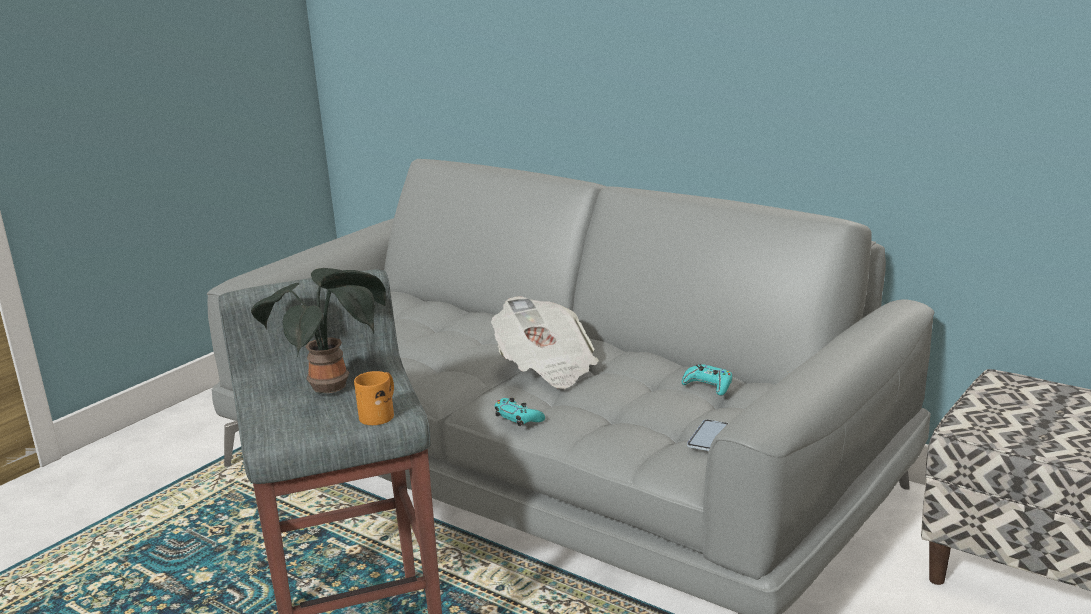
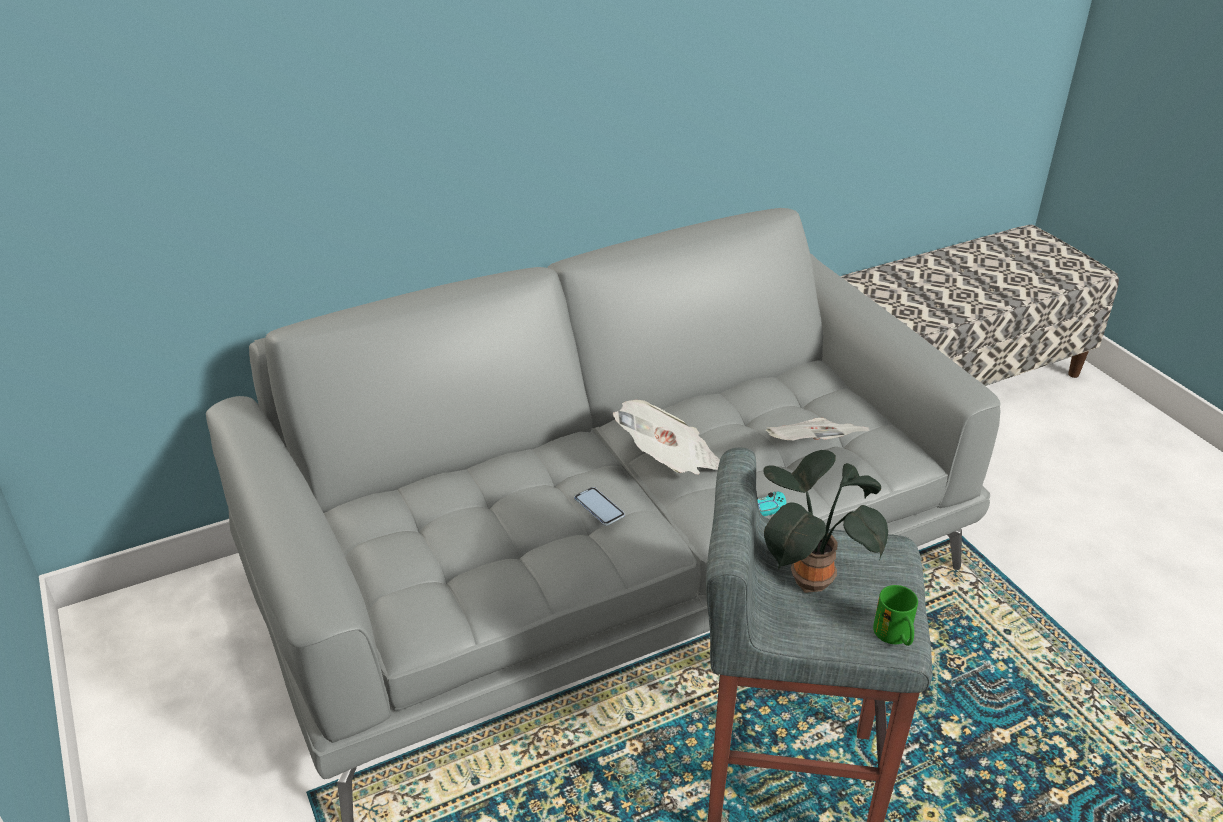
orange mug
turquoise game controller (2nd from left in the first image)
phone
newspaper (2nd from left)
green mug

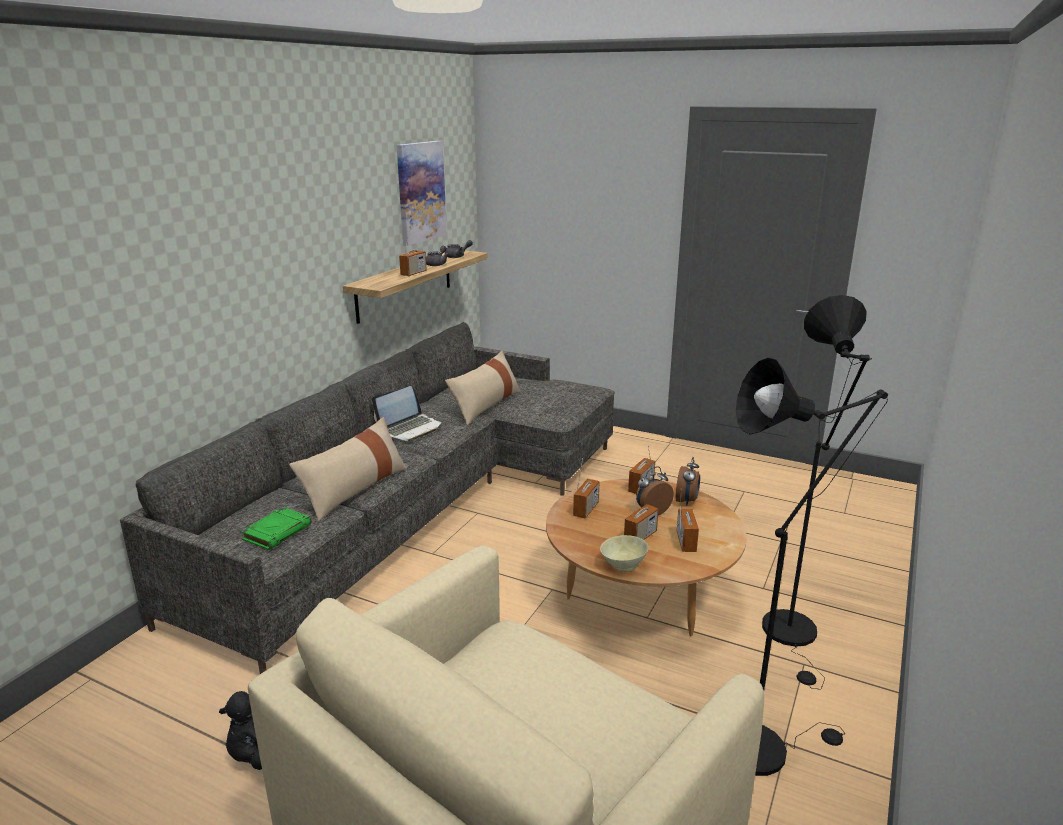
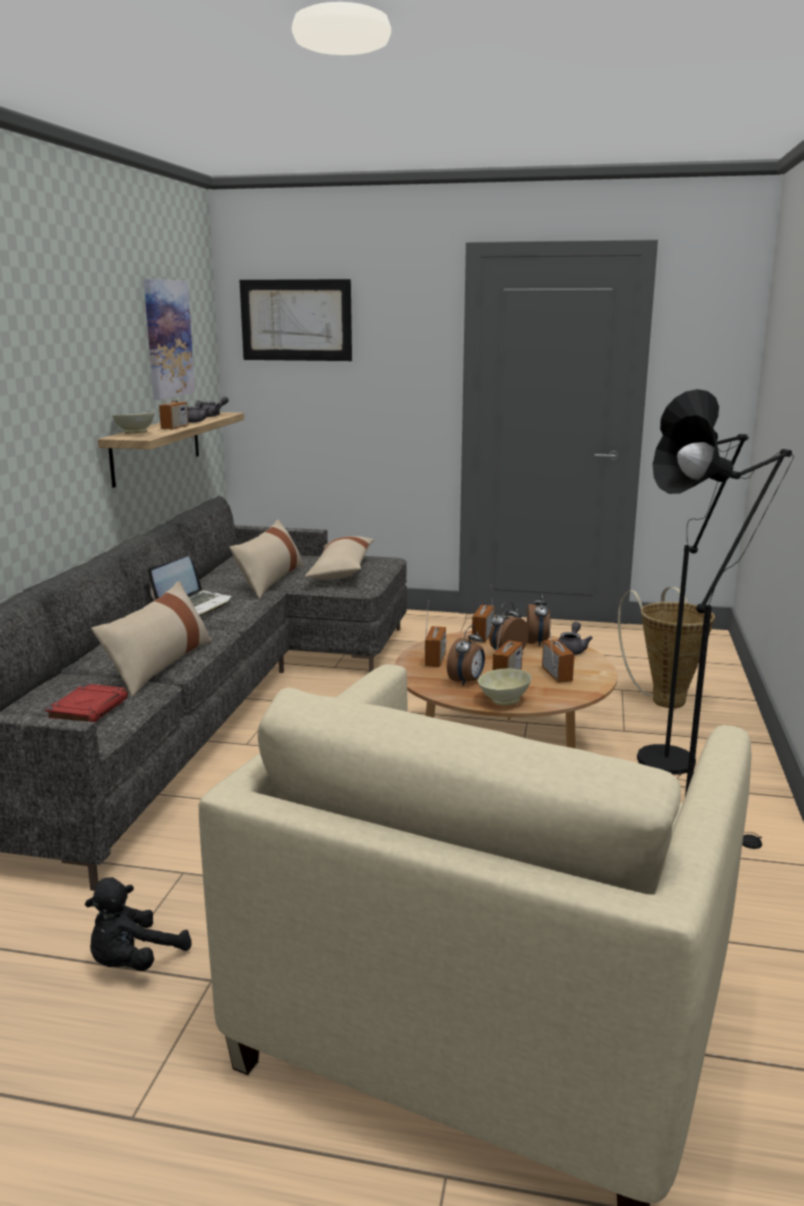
red book
beige bowl (1st from left)
picture (2nd from left)
beige pillow (3rd from left)
alarm clock (1st from left)
grey teapot (3rd from left)
basket

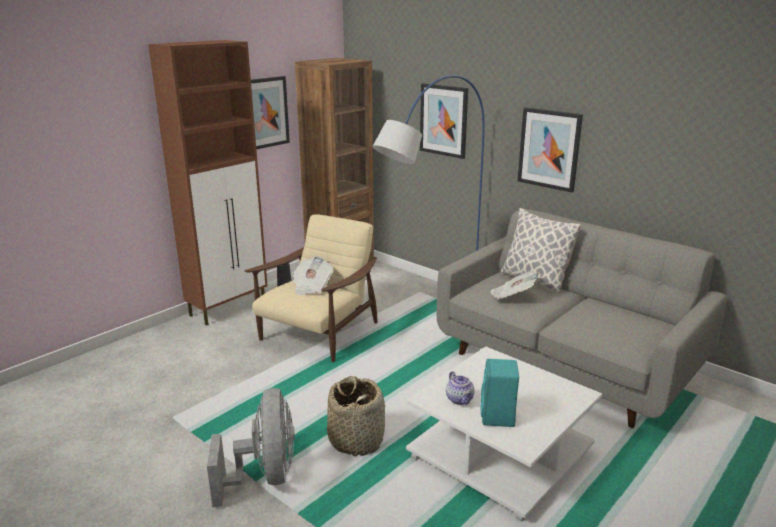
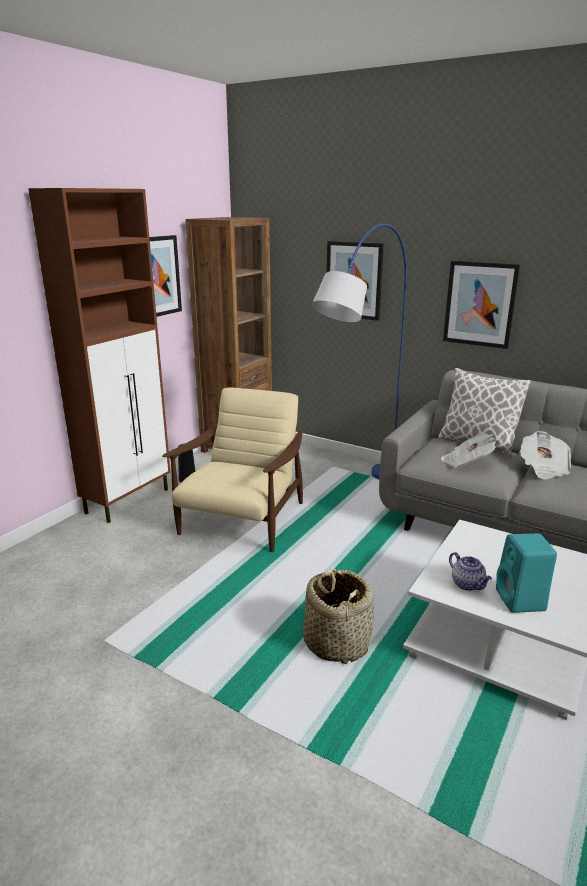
grey fan
newspaper (2nd from left)

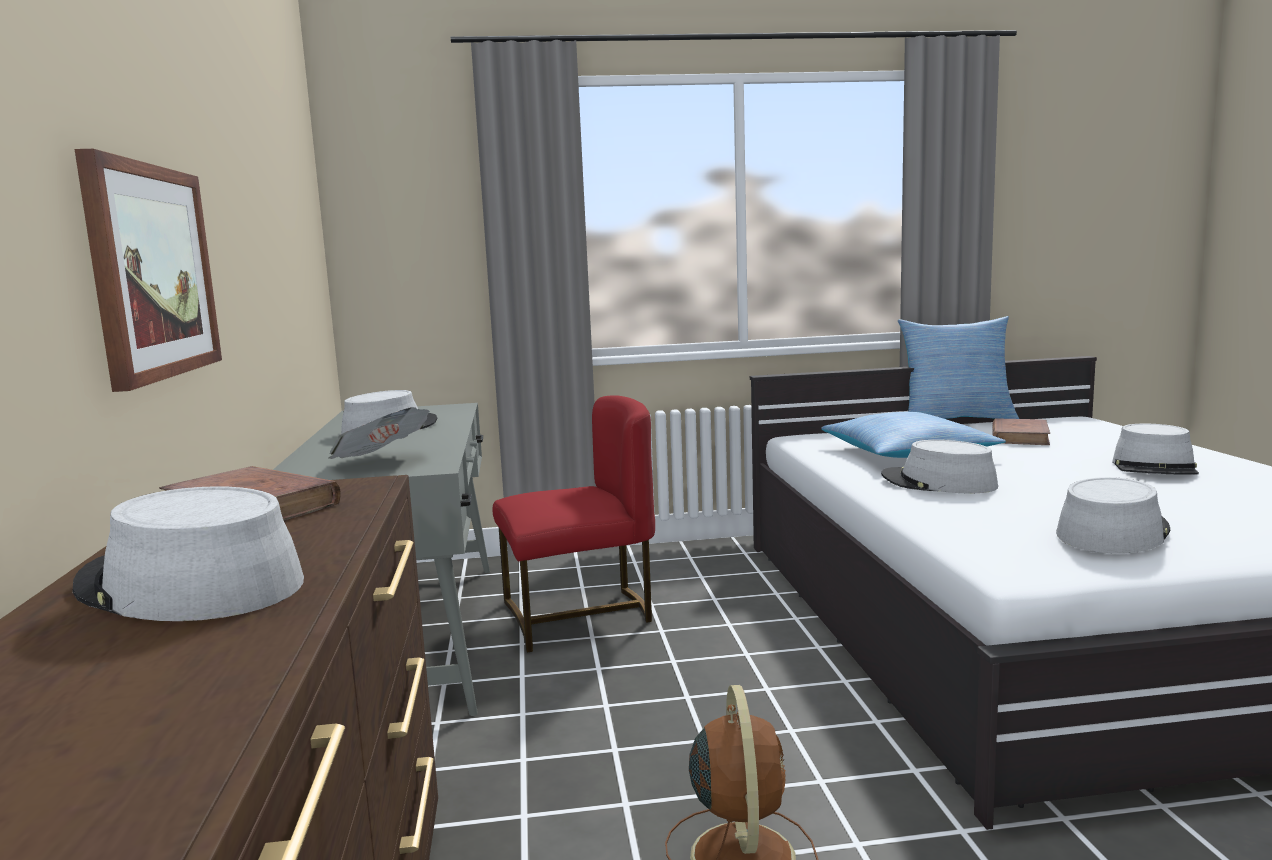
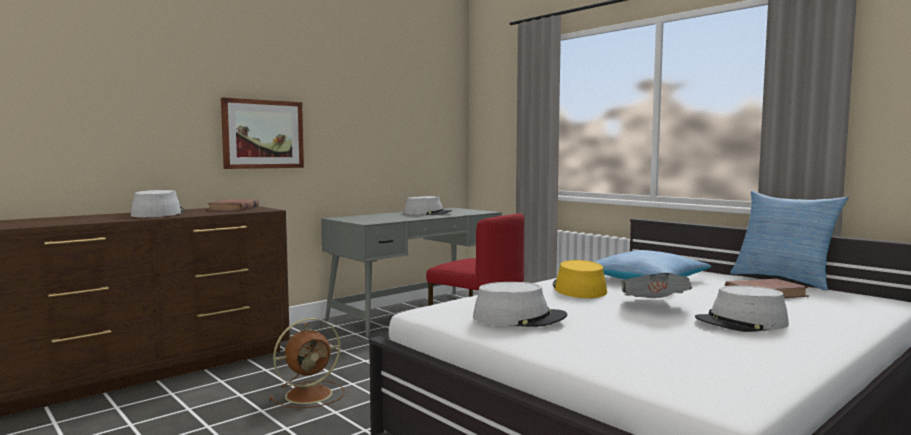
newspaper
yellow hat

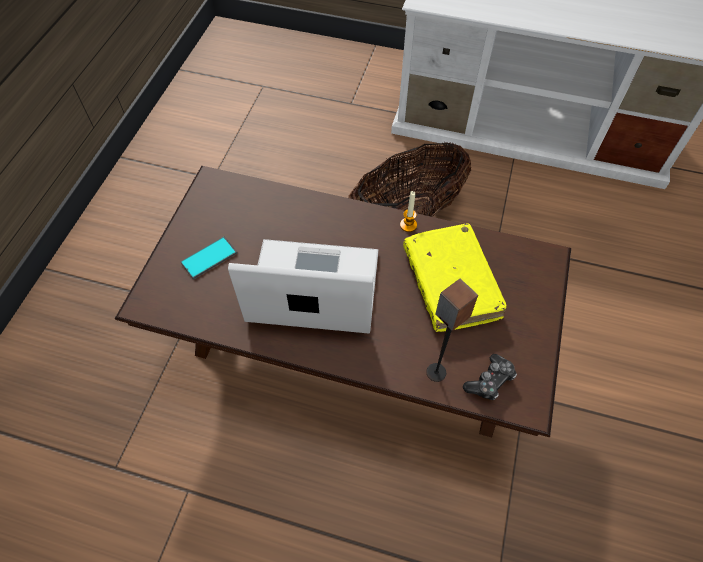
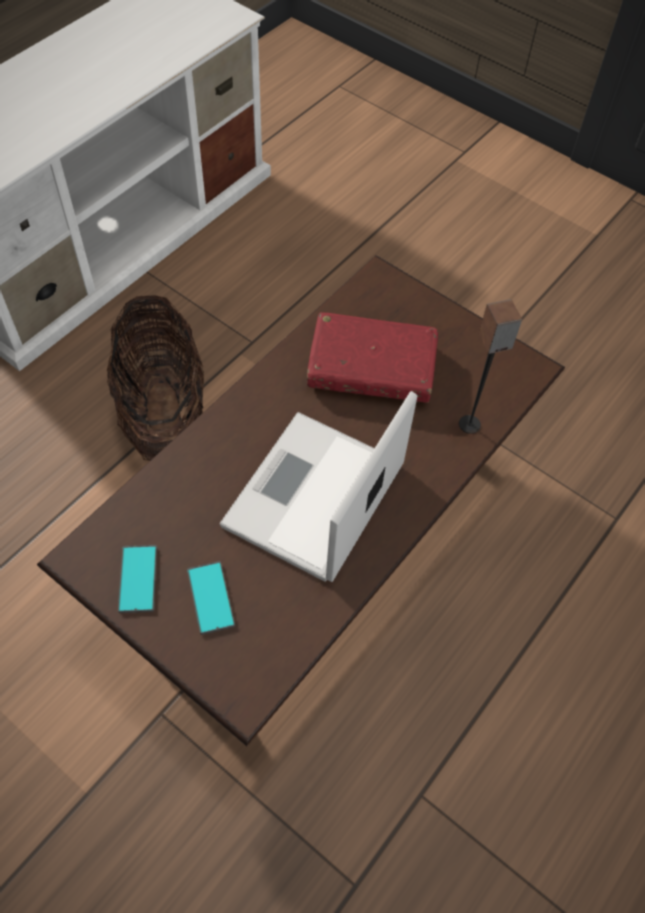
candle
red book
game controller
phone (1st from left)

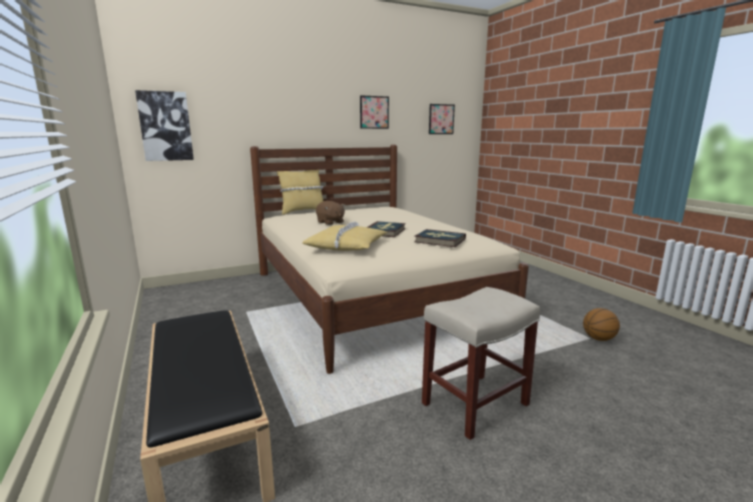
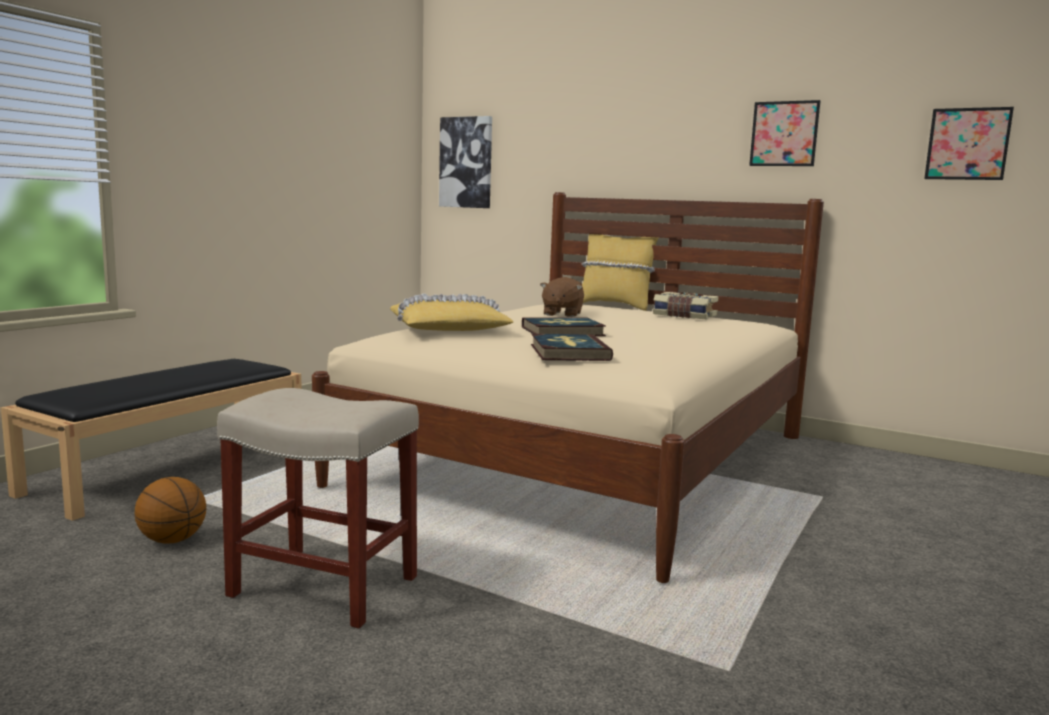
basketball
book (3rd from left)

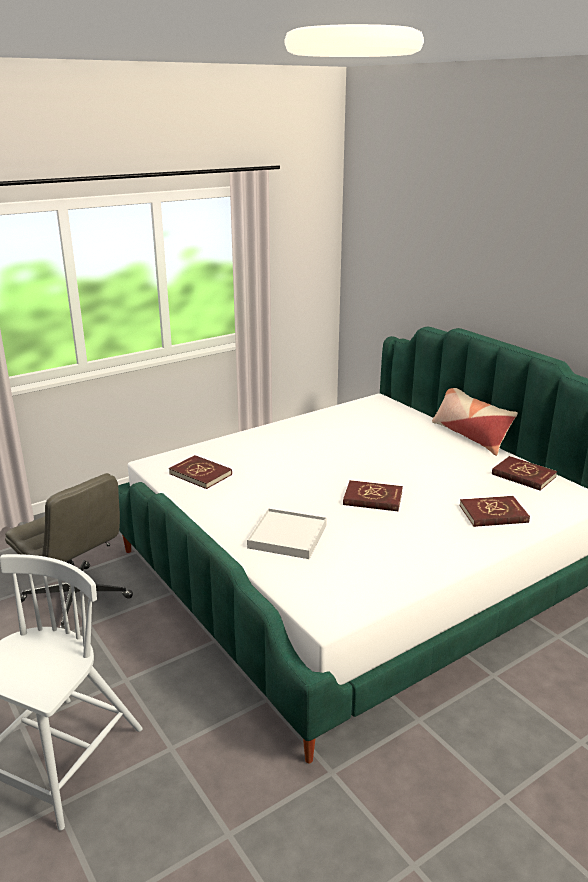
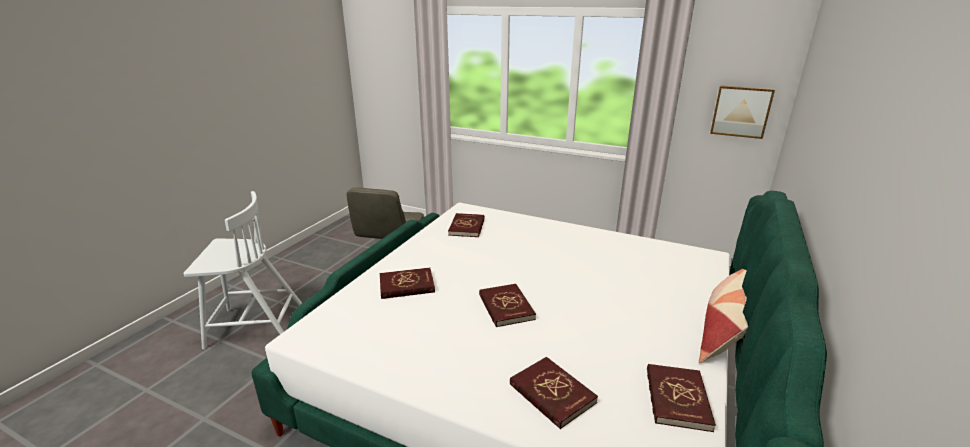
red book (1st from left)
picture

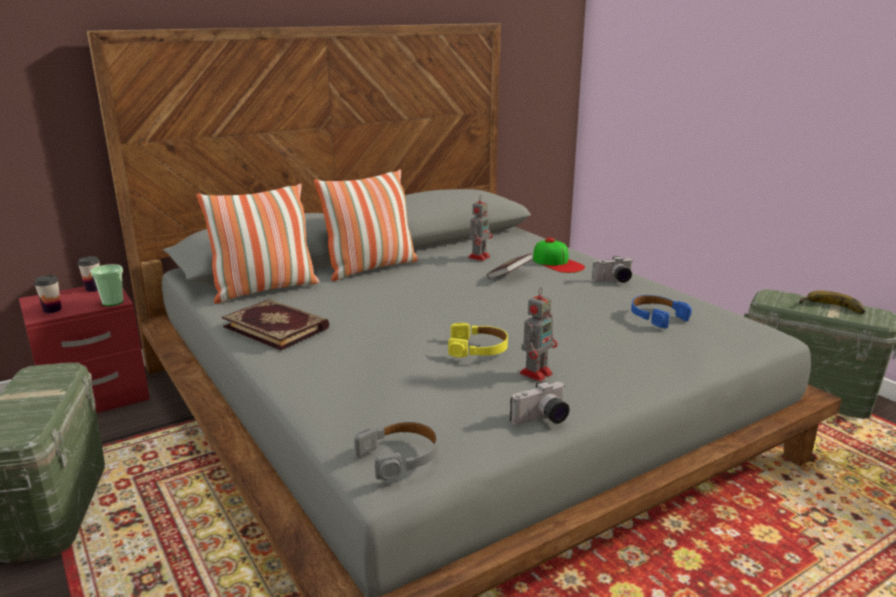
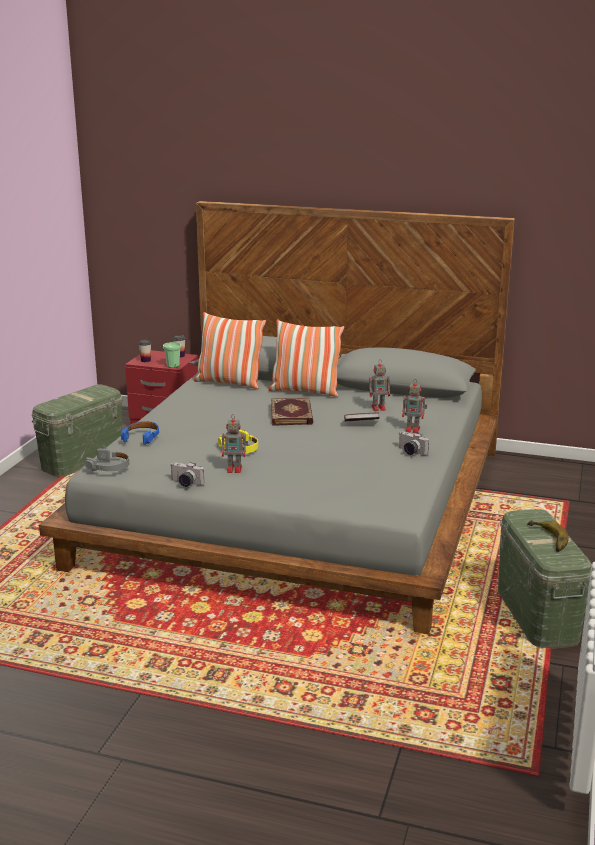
book (1st from left)
toy robot (3rd from left)
blue headphones

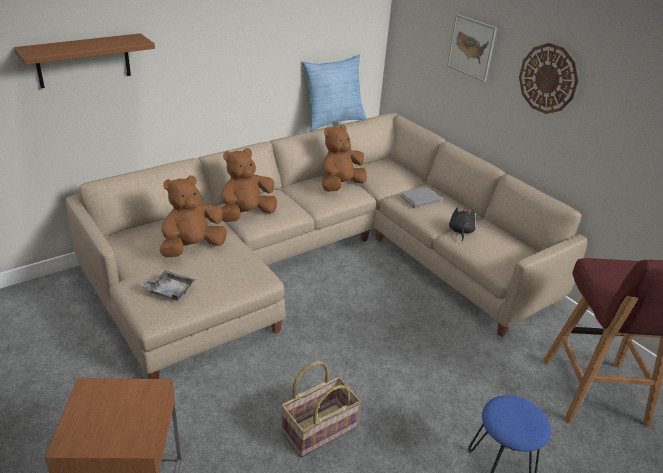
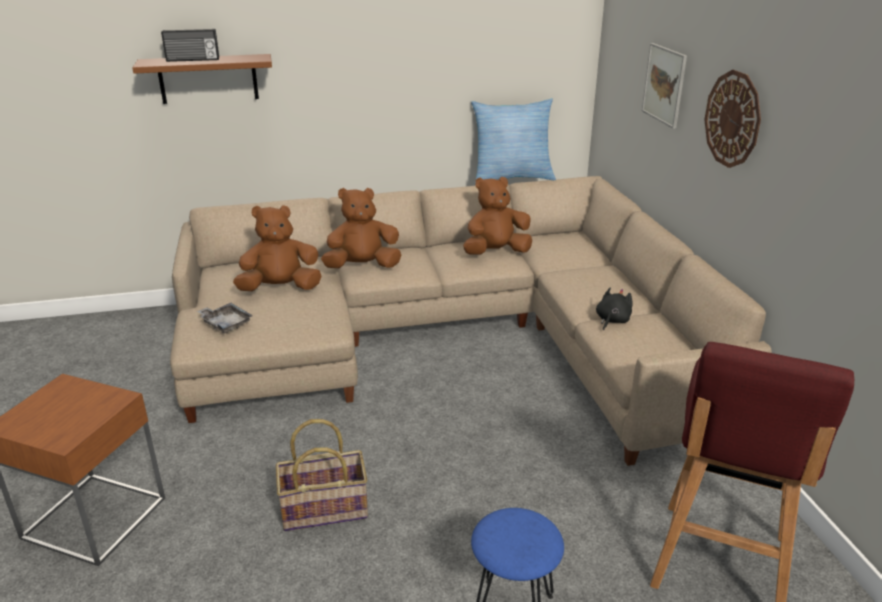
grey book
radio

